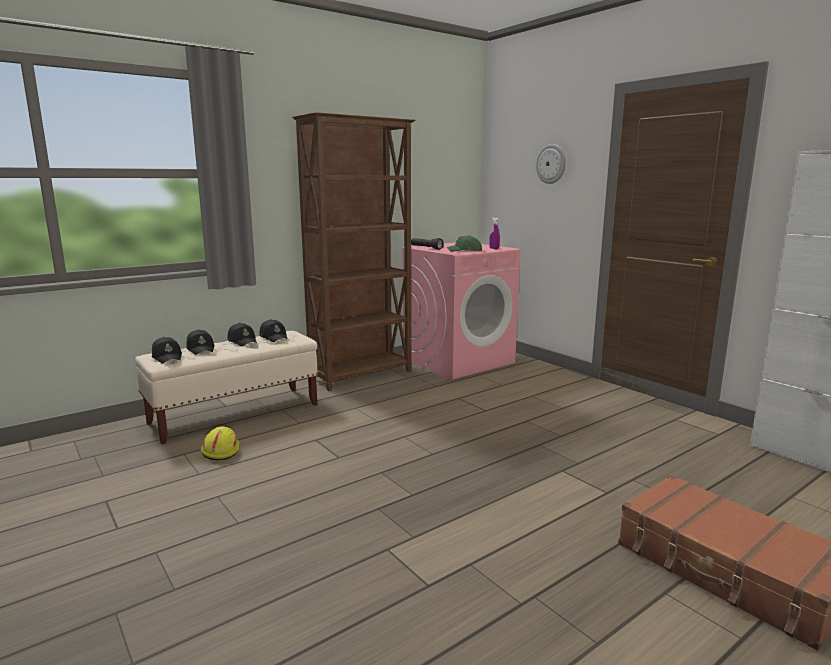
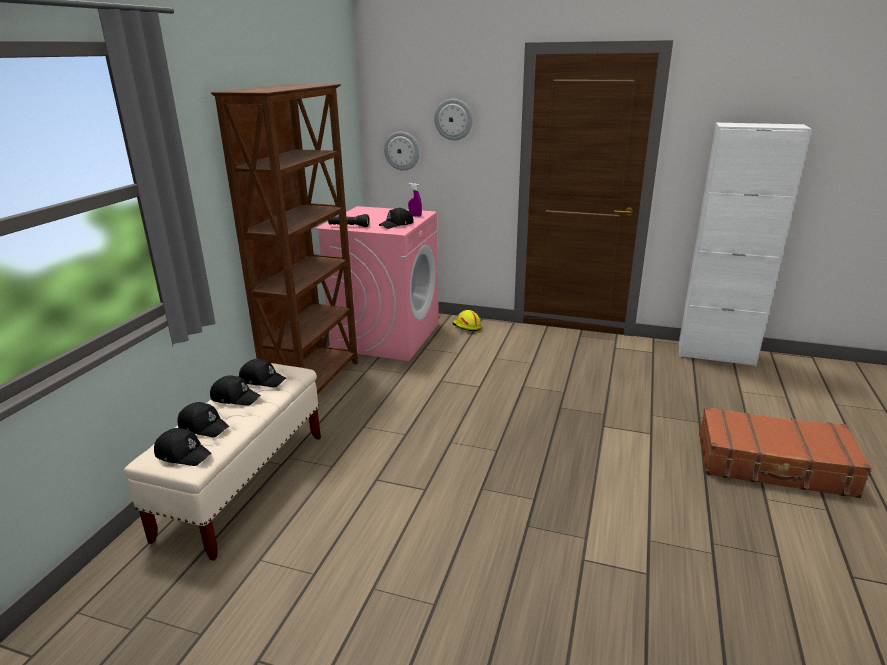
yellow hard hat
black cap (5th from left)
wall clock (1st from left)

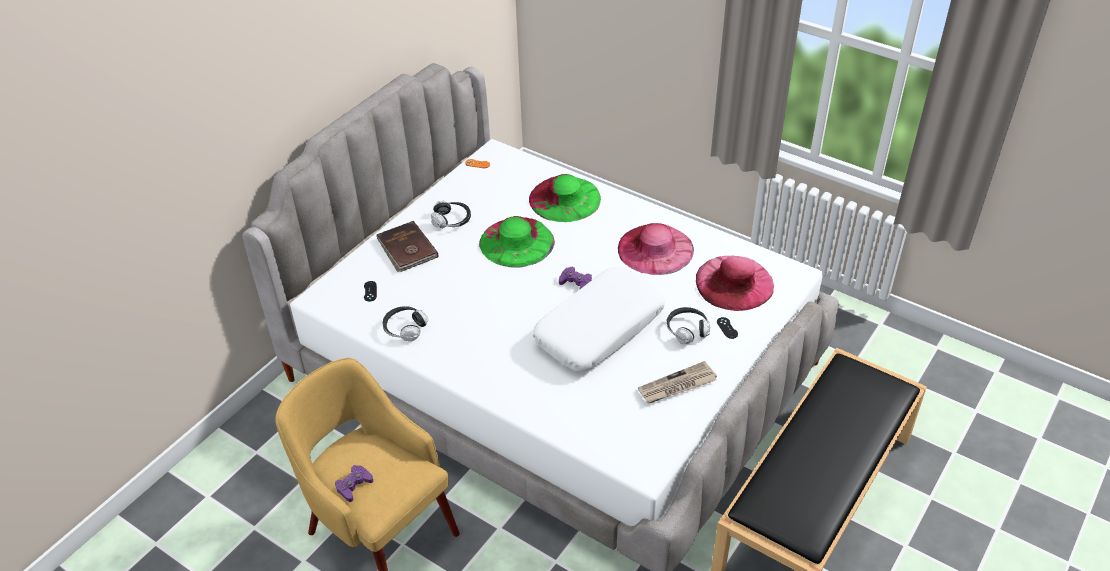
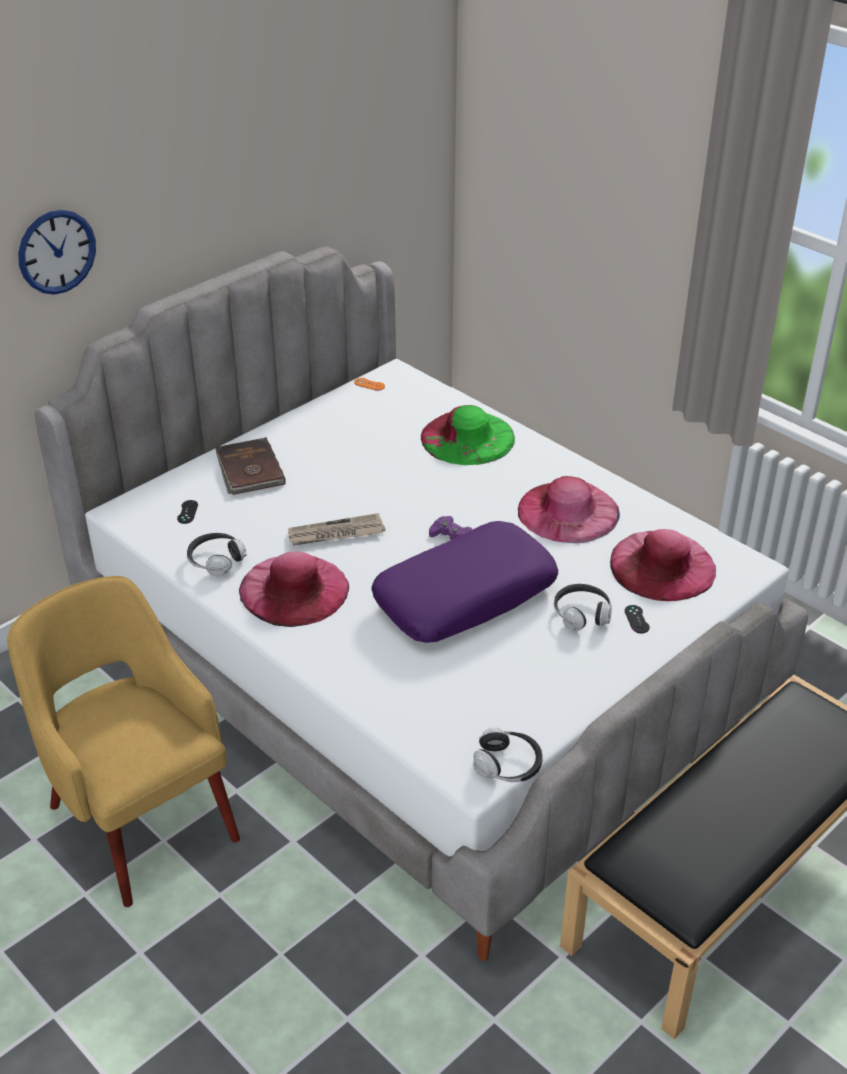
purple game controller (1st from left in the first image)
headphones (2nd from left)
green hat (1st from left in the first image)
purple pillow
newspaper
wall clock
pink hat (1st from left)

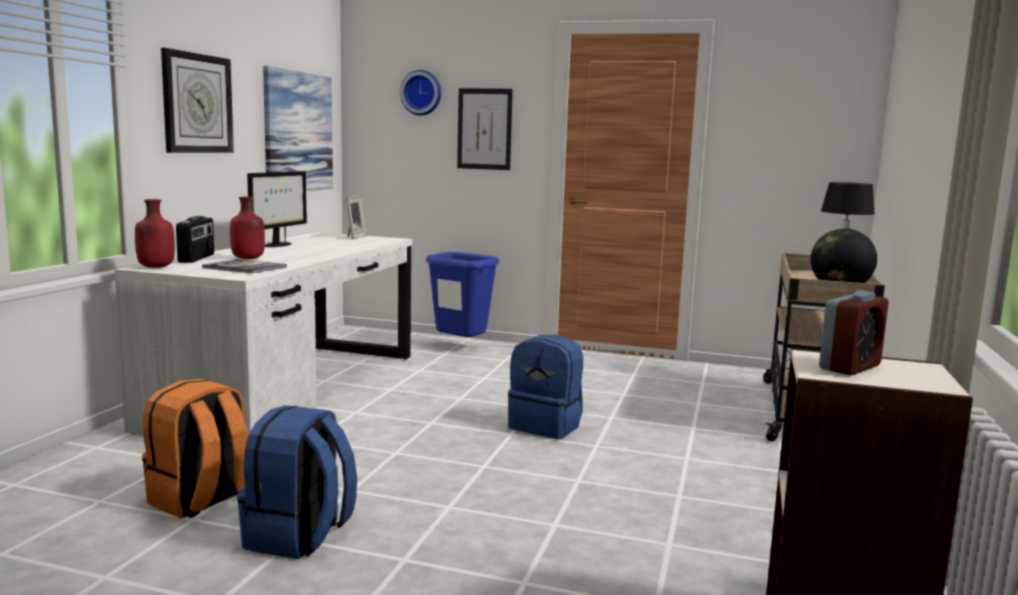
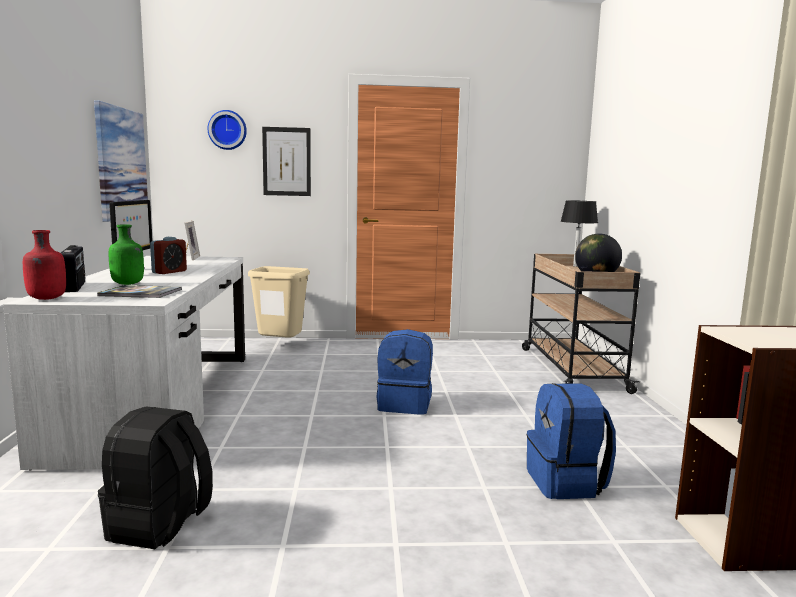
black backpack
wall clock (1st from left in the first image)
green bottle
blue backpack (2nd from left)
beige trash can
alarm clock

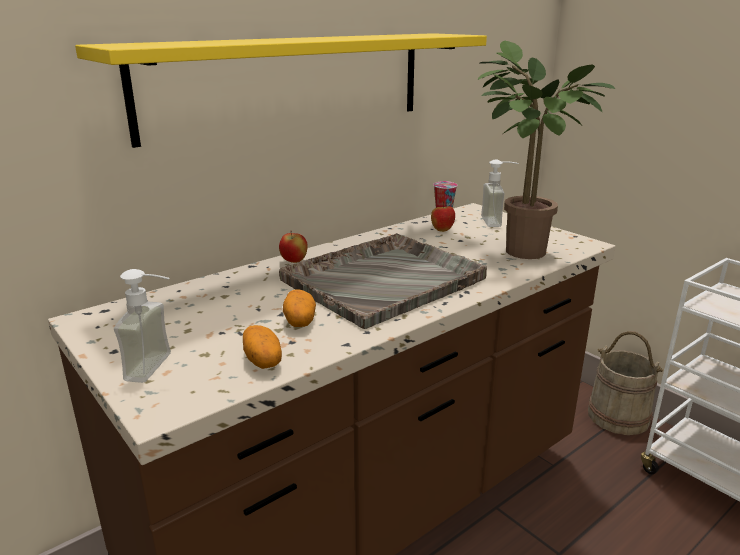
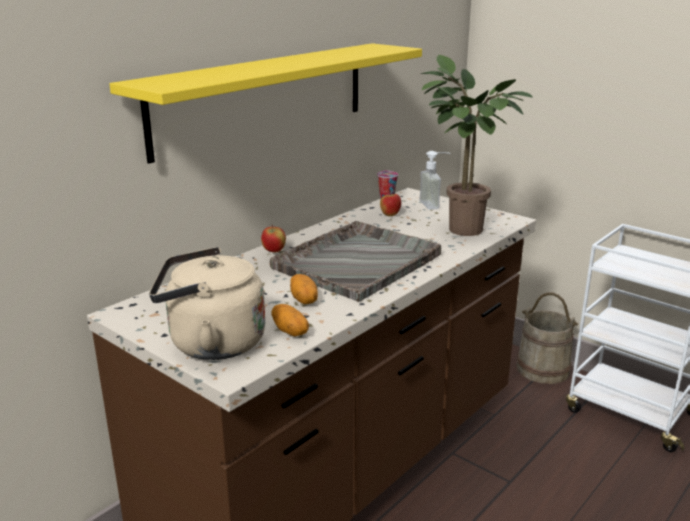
beige kettle

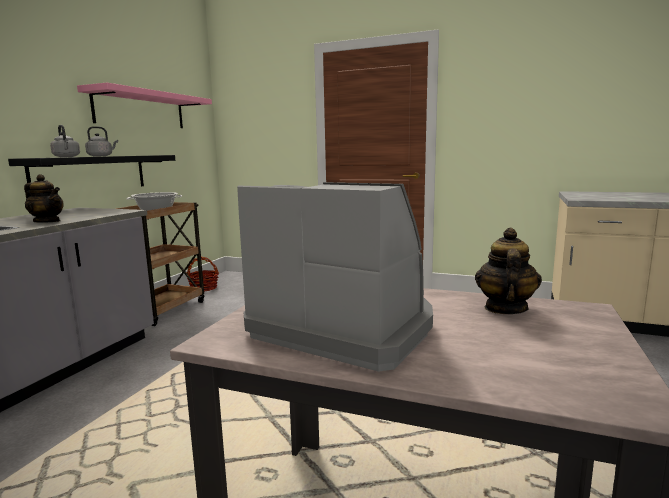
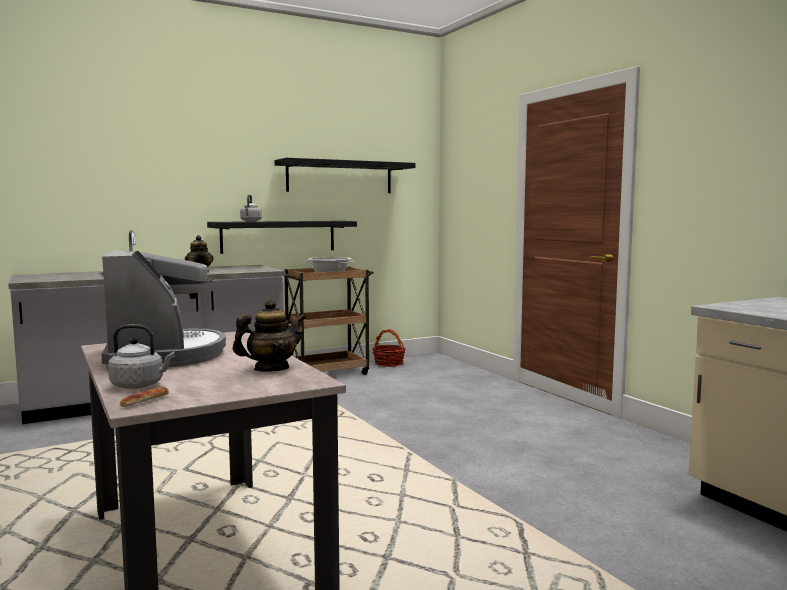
black shelf (2nd from left)
grey kettle (1st from left)
bread

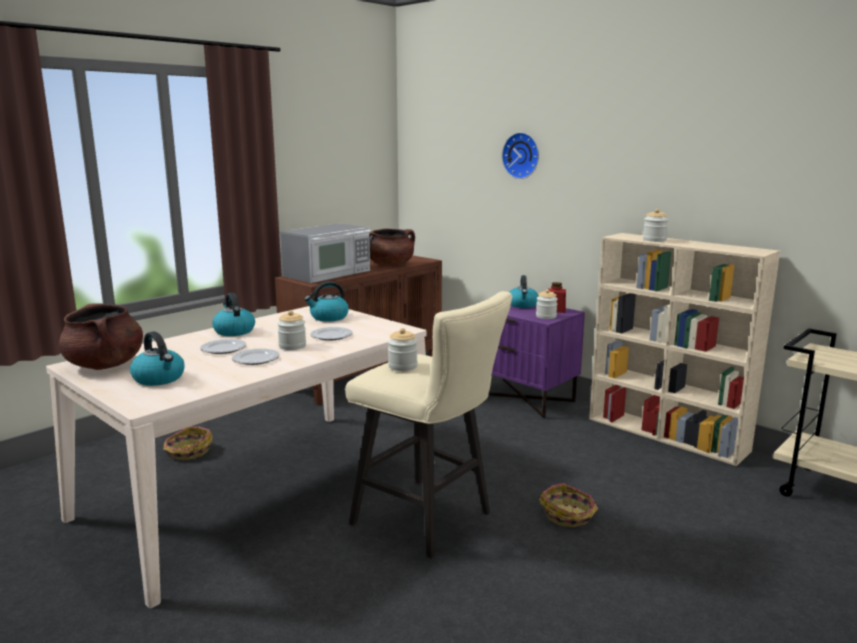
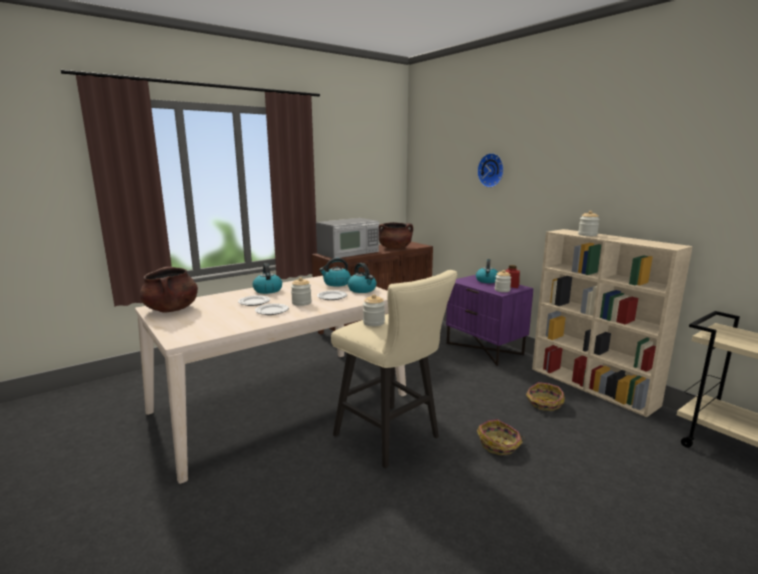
kettle (3rd from left)
basket (2nd from left)

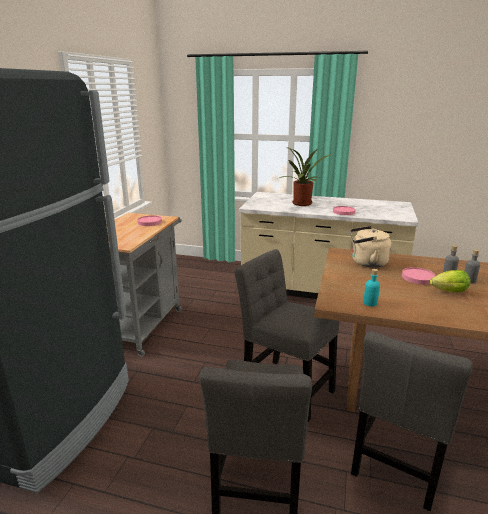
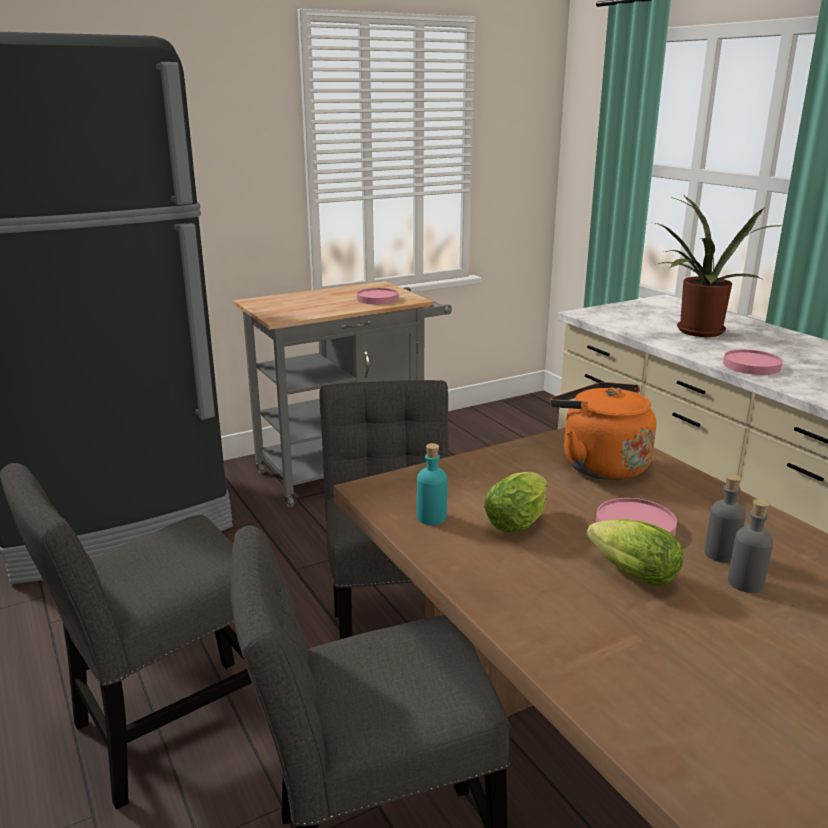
orange kettle
lettuce (1st from left)

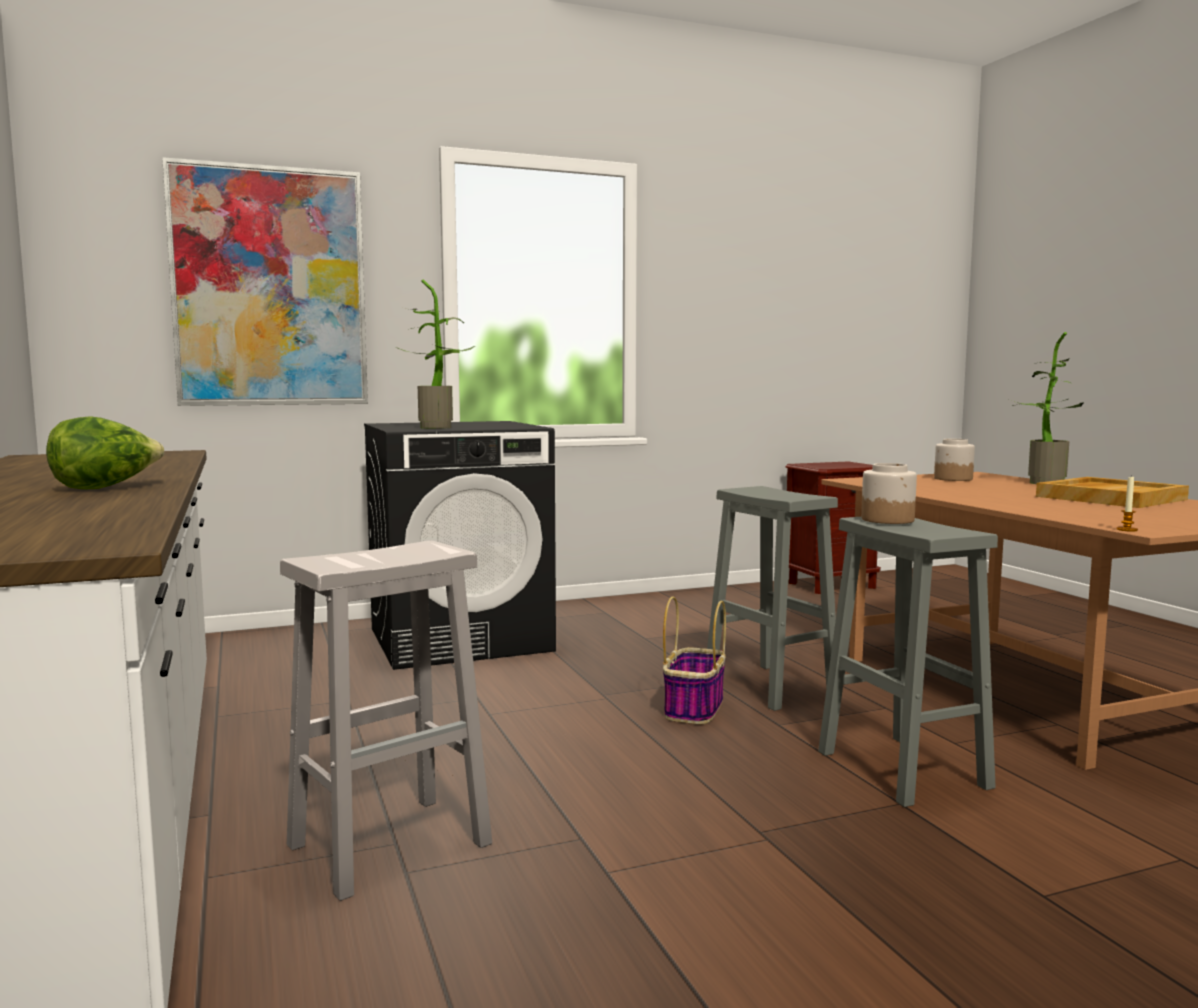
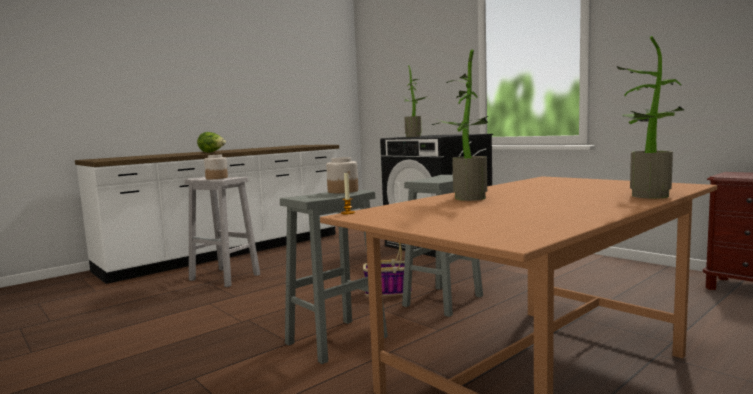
picture
jar (1st from left)
beige tray
potted plant (2nd from left)

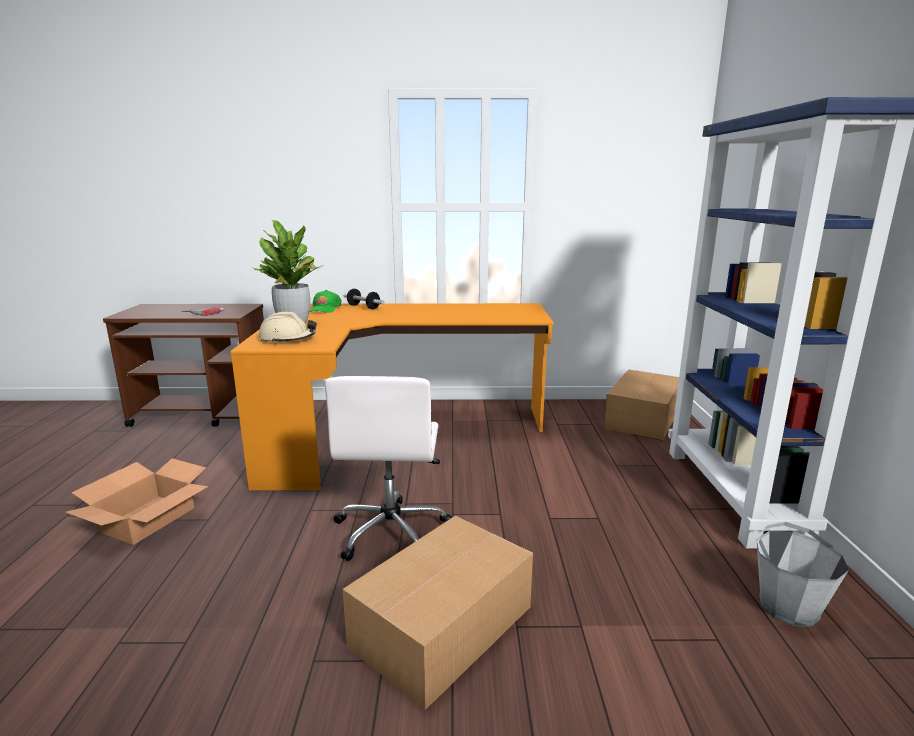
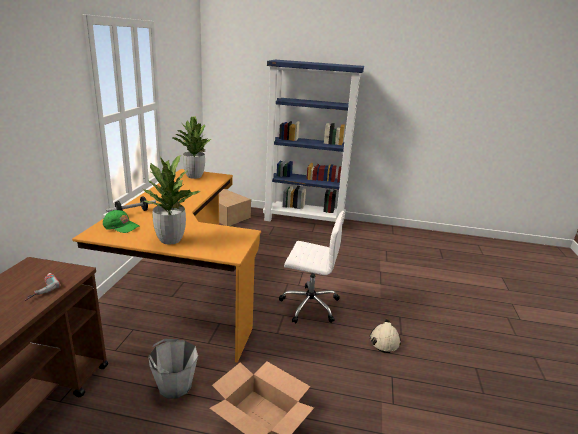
beige hard hat
cardboard box (2nd from left in the first image)
grey bucket
potted plant (2nd from left)

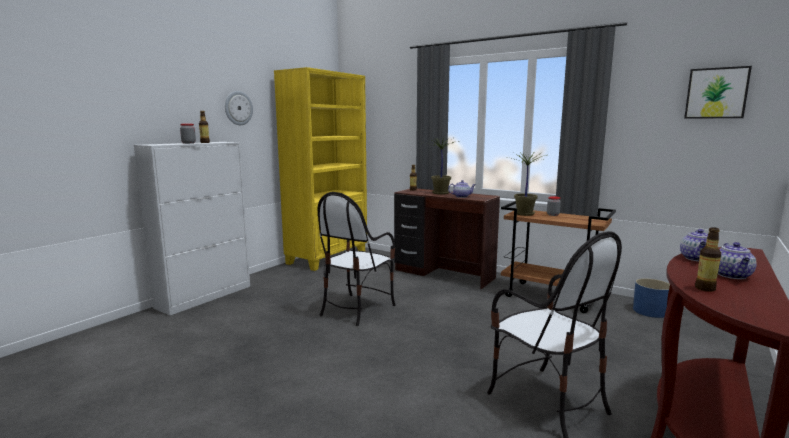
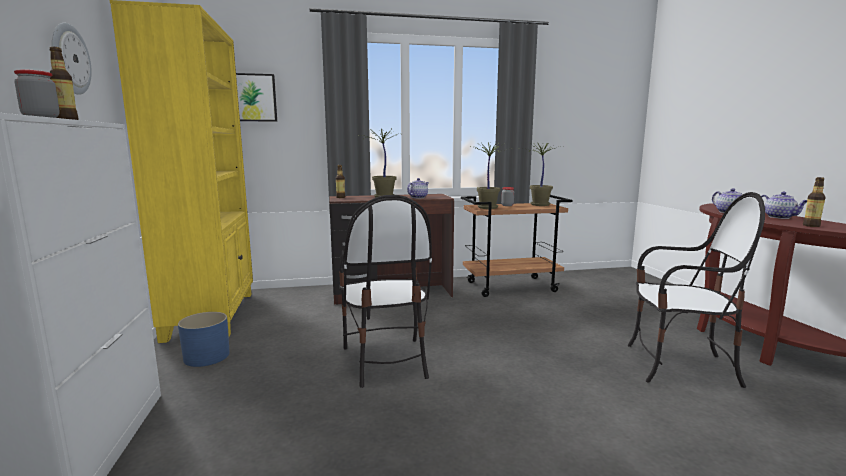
blue planter
picture
potted plant (3rd from left)

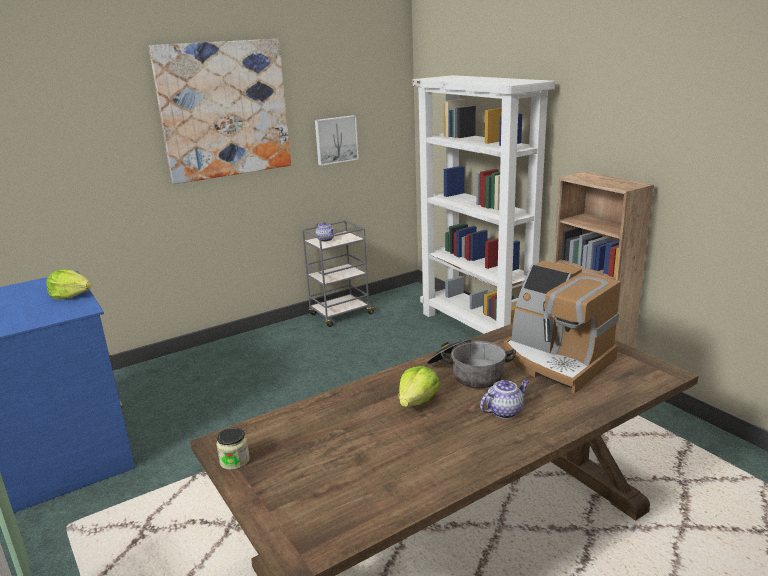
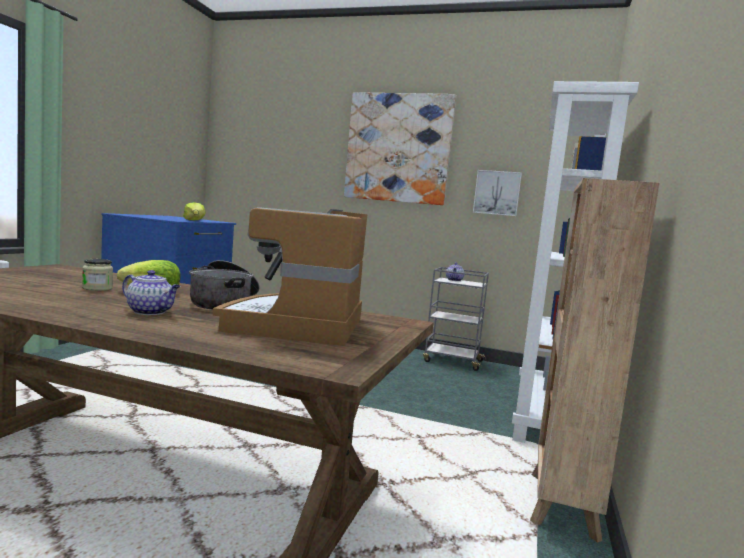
jar

